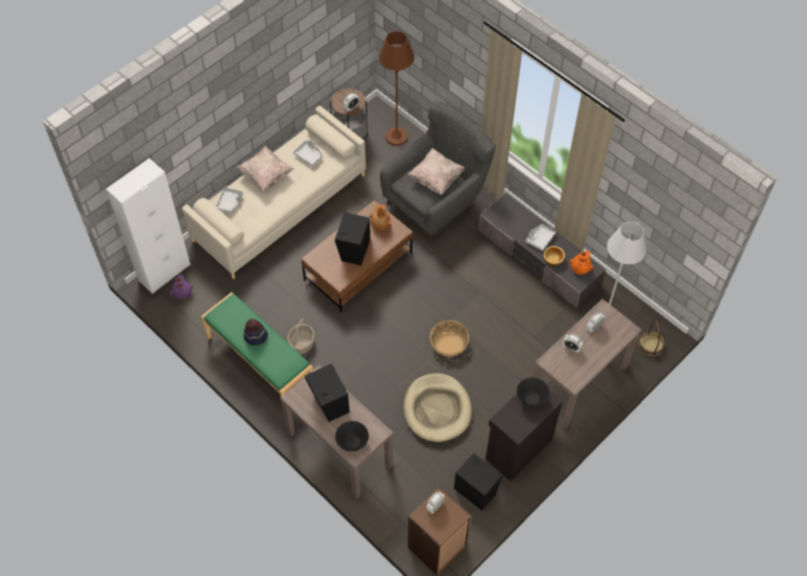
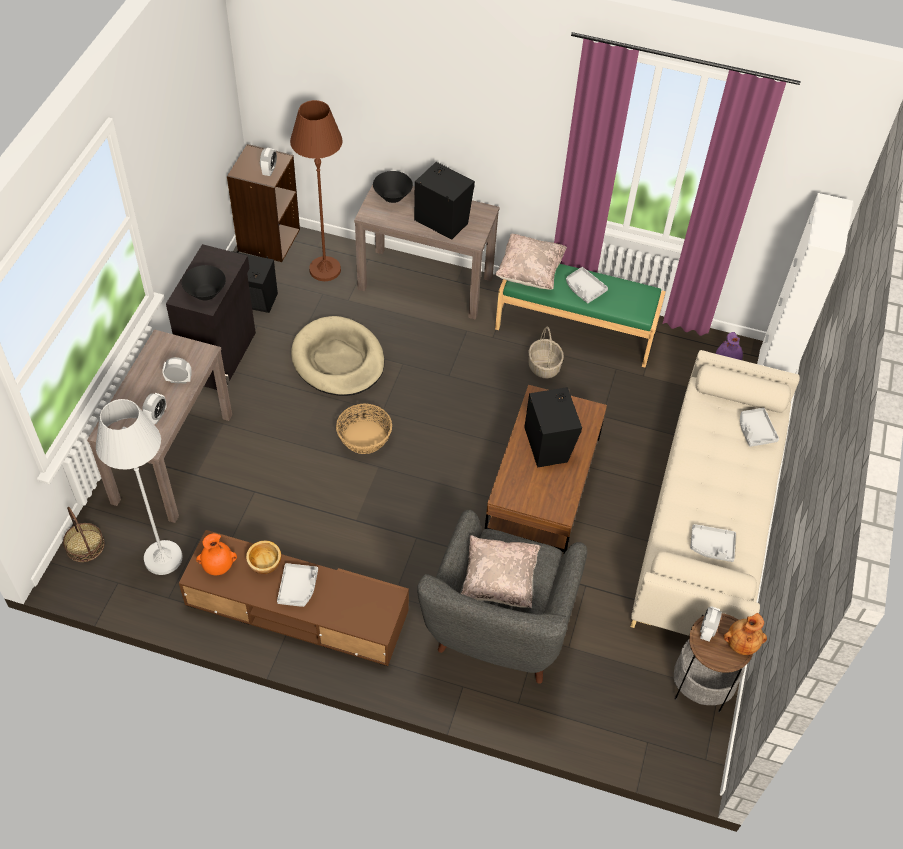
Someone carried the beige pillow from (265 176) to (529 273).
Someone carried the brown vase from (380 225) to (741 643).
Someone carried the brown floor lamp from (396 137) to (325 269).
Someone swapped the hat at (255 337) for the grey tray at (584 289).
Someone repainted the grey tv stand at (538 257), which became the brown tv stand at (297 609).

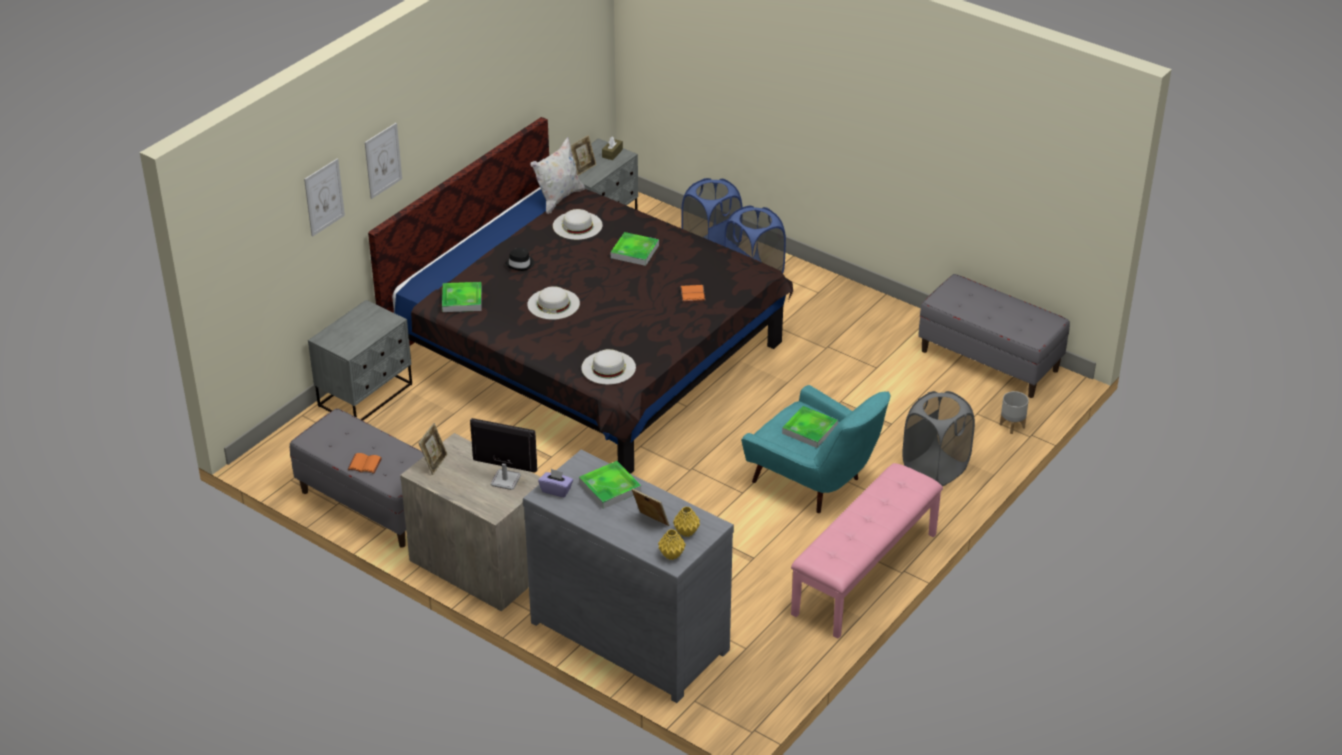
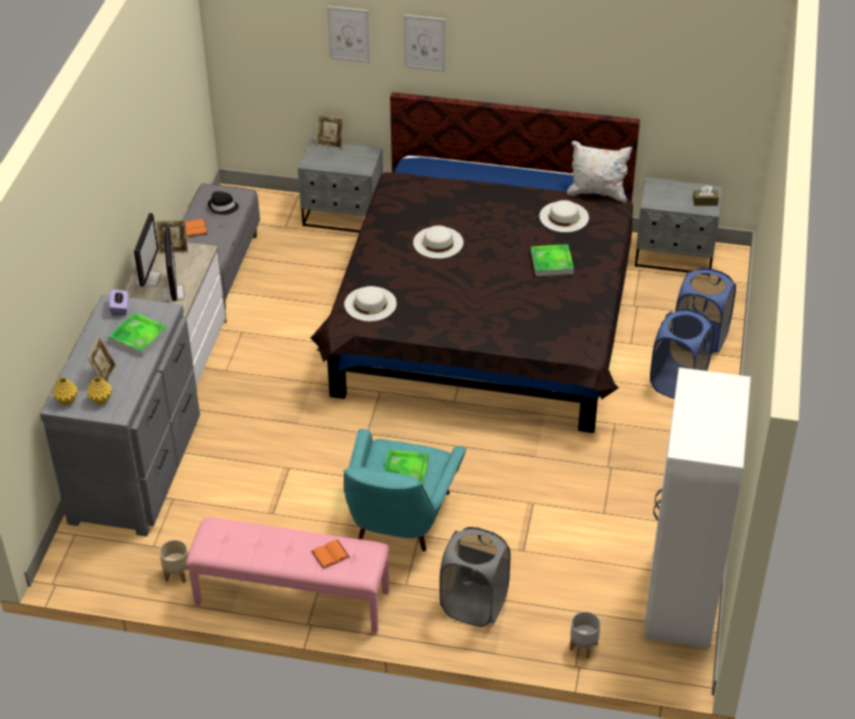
Someone took away the tray at (462 300).
Someone put down the monitor at (148 279).
Someone put down the beige planter at (177 574).
Someone carried the black hat from (520 264) to (223 207).
Someone carried the picture frame from (583 168) to (330 143).
Someone carried the orange book from (693 294) to (330 556).
Someone swapped the grey bench at (990 360) for the white wardrobe at (680 598).

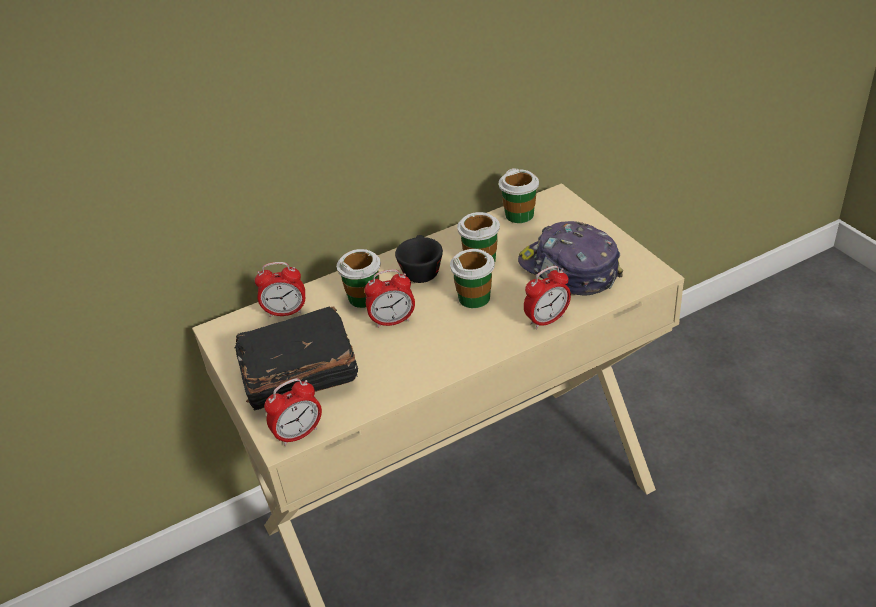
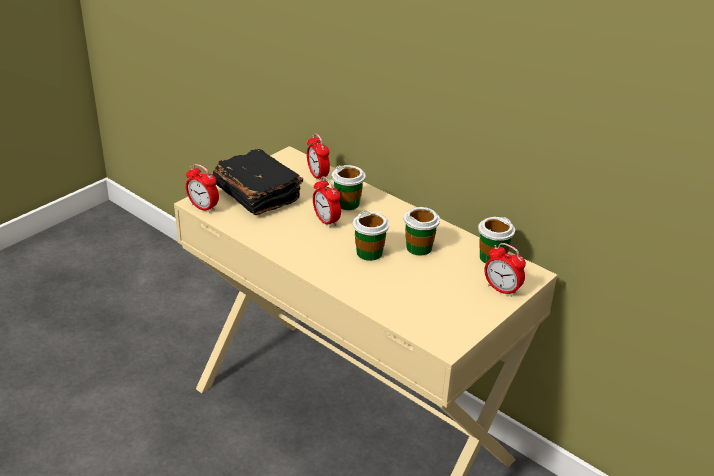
Someone took away the black cup at (420 270).
Someone took away the cap at (568 270).
Someone carried the alarm clock from (547 320) to (502 289).

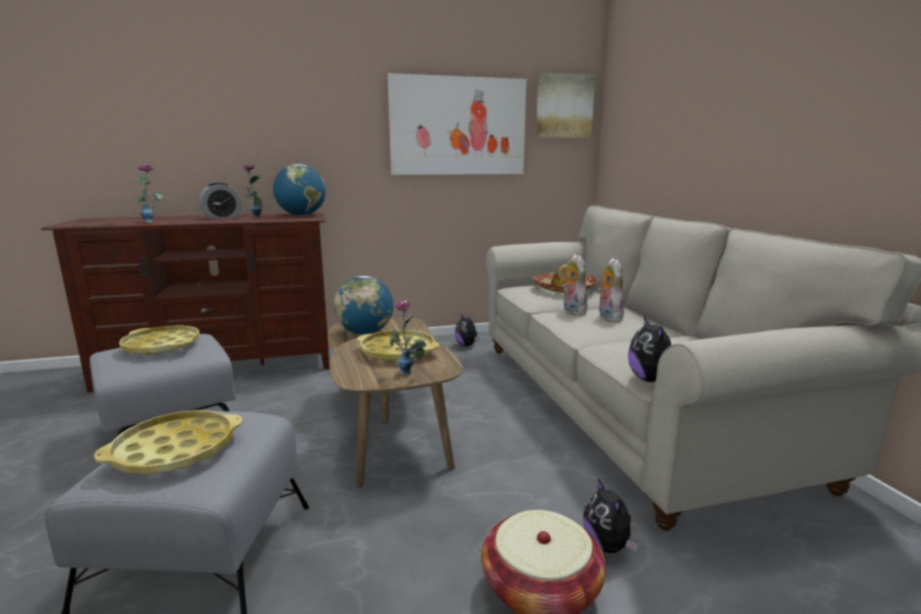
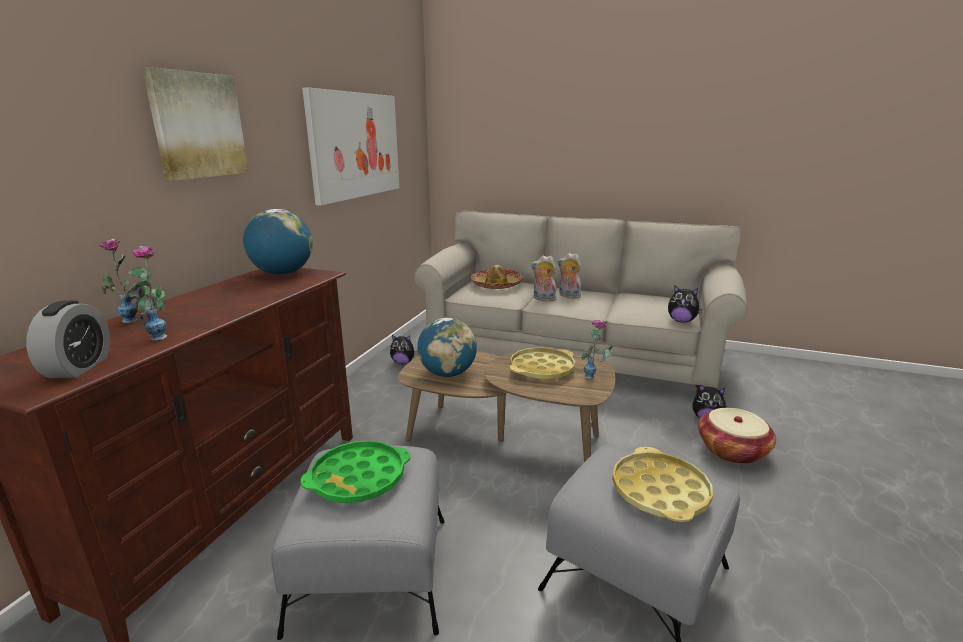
Someone carried the alarm clock from (222 217) to (79 367).
Someone carried the vase from (255 218) to (135 322).
Someone carried the picture from (564 106) to (197 125).
Someone repainted the yellow tray at (162 346), which became the green tray at (358 478).

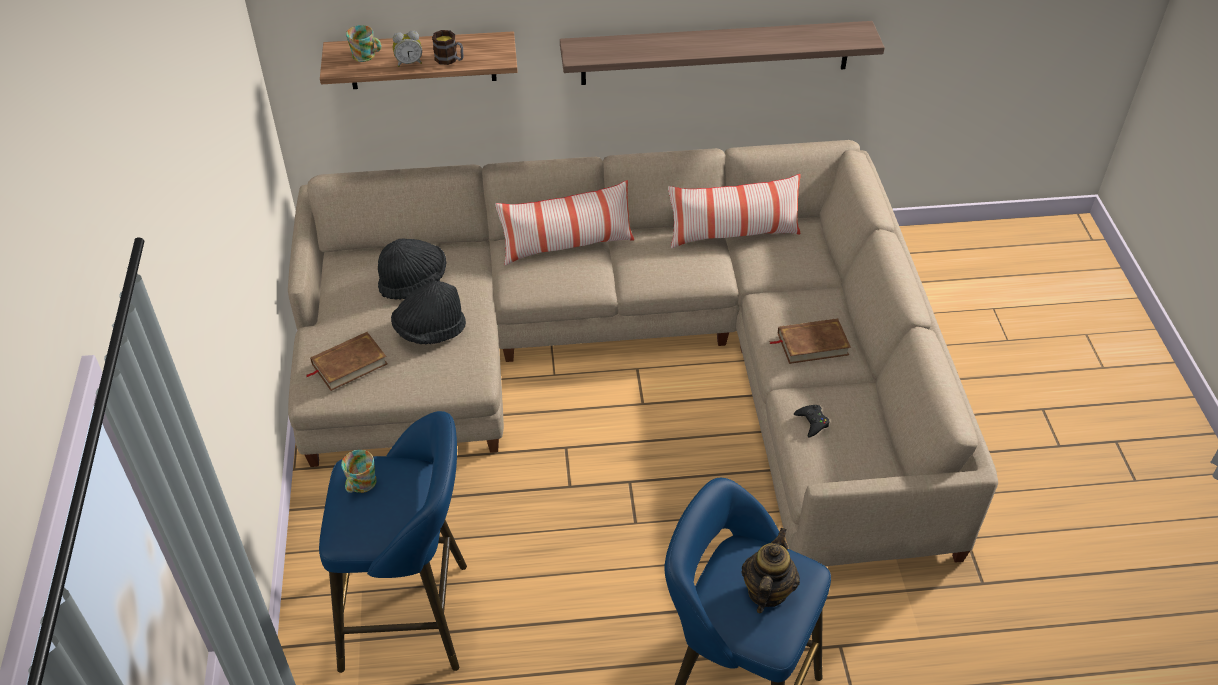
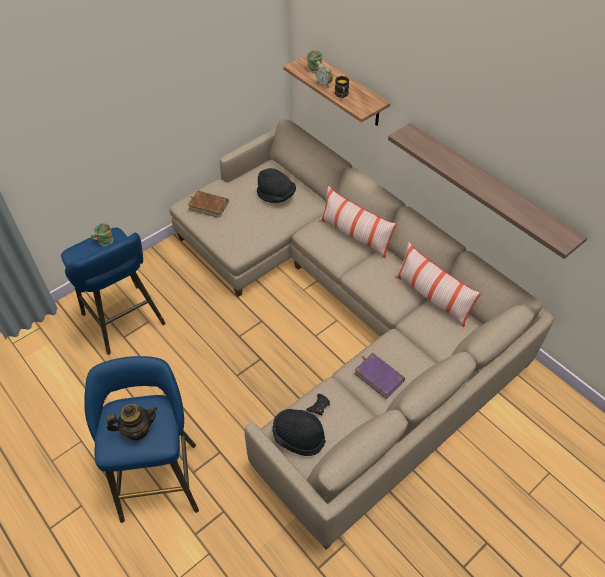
Someone carried the black hat from (430 330) to (298 437).
Someone repainted the brown book at (812 344), which became the purple book at (379 376).

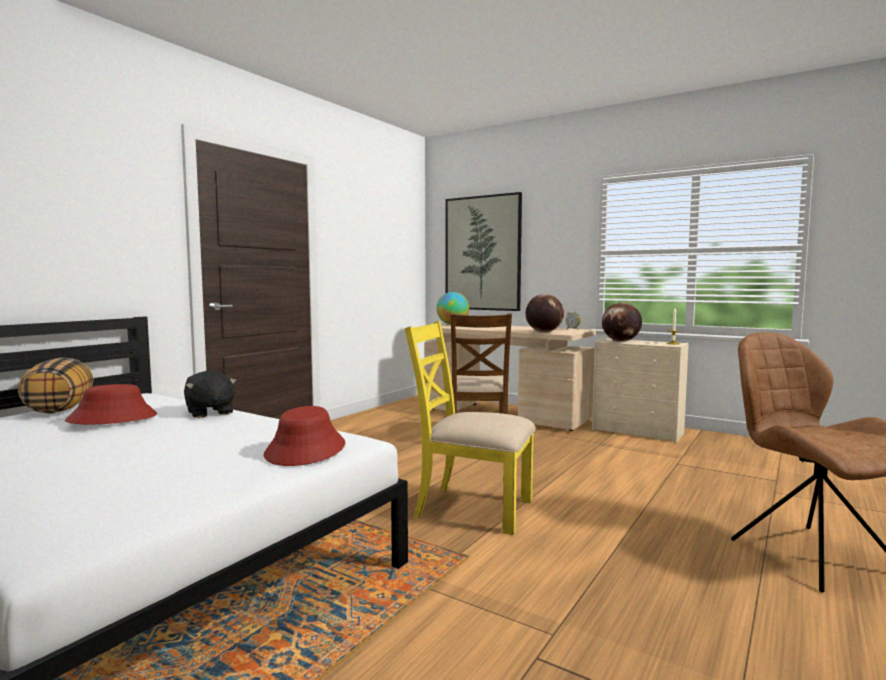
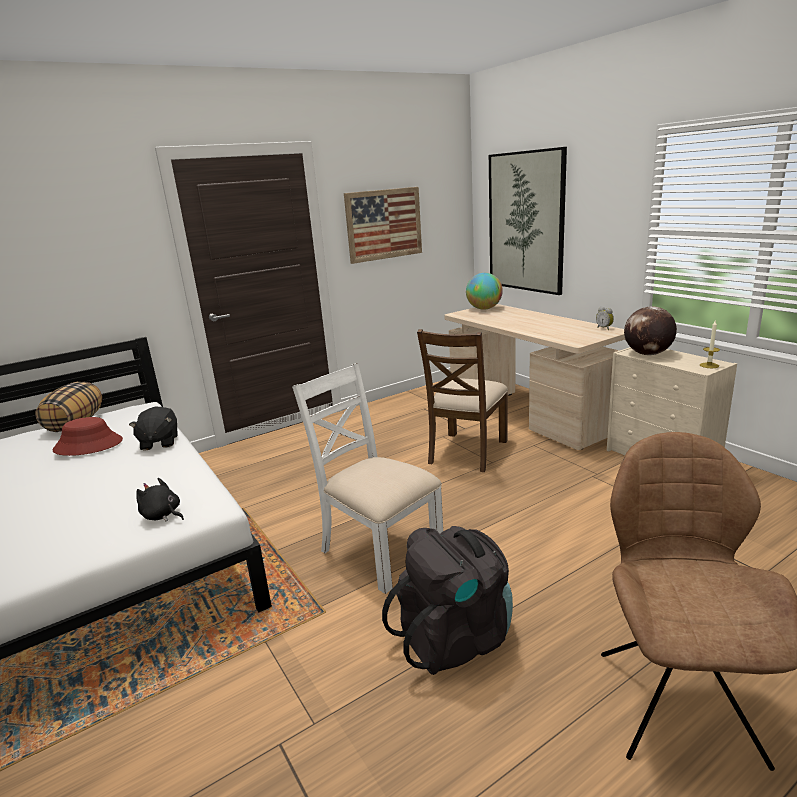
Someone took away the globe at (543 332).
Someone put up the picture at (384 224).
Someone put down the black backpack at (455 637).
Someone swapped the red hat at (306 450) for the black plush toy at (162 515).
Someone repainted the yellow chair at (472 508), which became the white chair at (379 550).

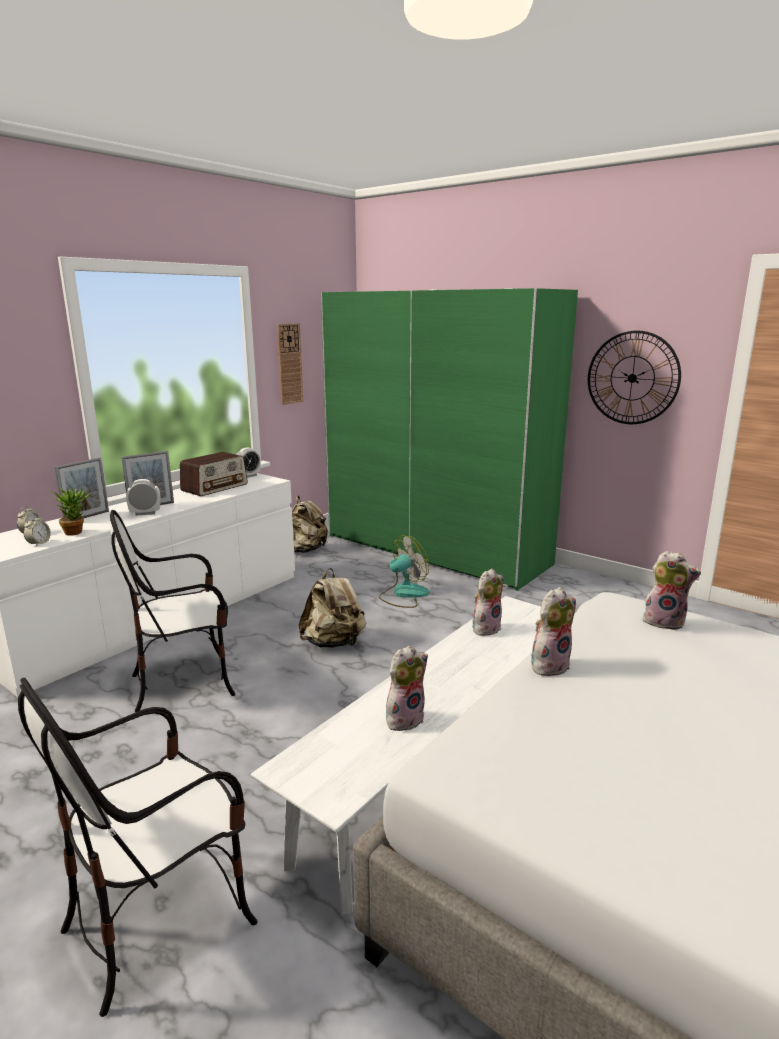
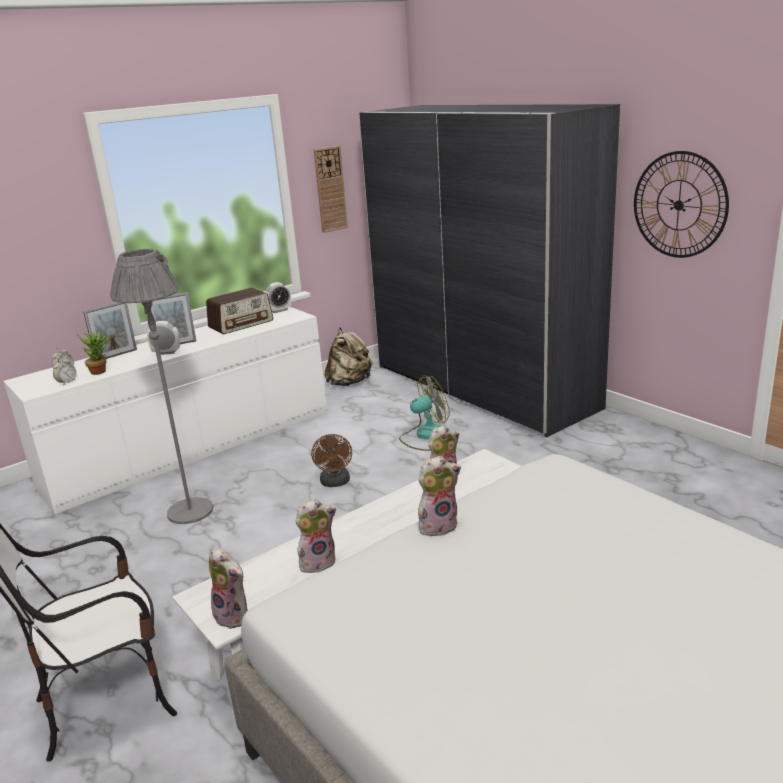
Someone carried the plush toy from (664 622) to (234 616).
Someone swapped the chair at (184 682) for the grey floor lamp at (190 511).
Someone swapped the beige backpack at (334 643) for the brown fan at (335 483).
Someone repainted the green wardrobe at (435 550), which became the grey wardrobe at (482 386).

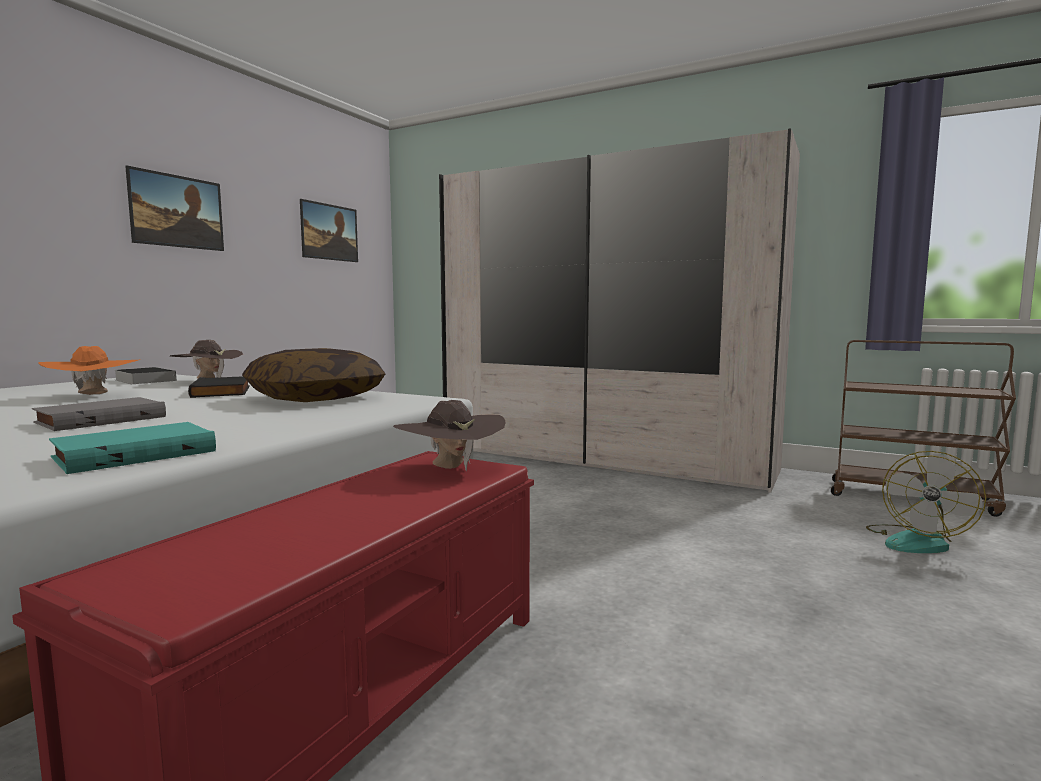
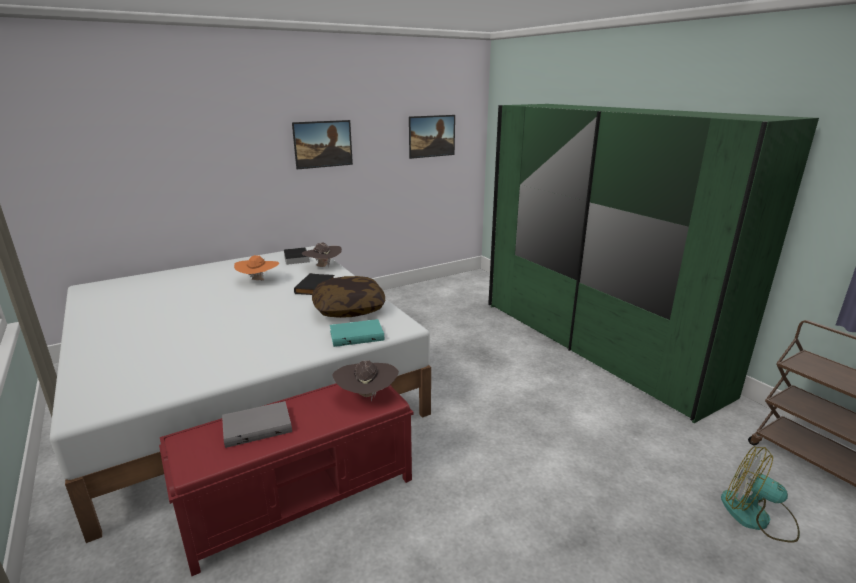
Someone carried the grey book from (101 419) to (257 426).
Someone carried the turquoise book from (135 454) to (357 335).
Someone repainted the white wardrobe at (602 459), which became the green wardrobe at (594 345).
Someone rotated the fan at (917 541) by 60 degrees clockwise.

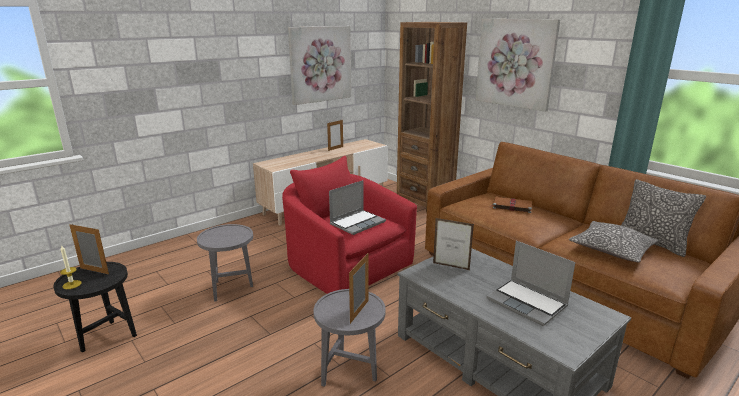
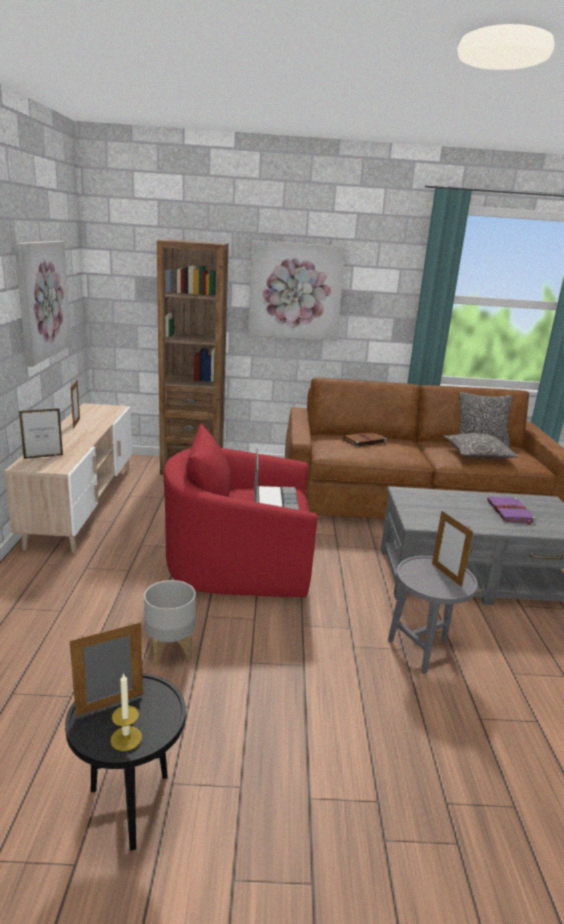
Someone carried the picture frame from (451 266) to (43 457).
Someone swapped the grey side table at (231 289) for the grey planter at (171 650).
Someone swapped the laptop at (528 303) for the purple book at (510 512).

